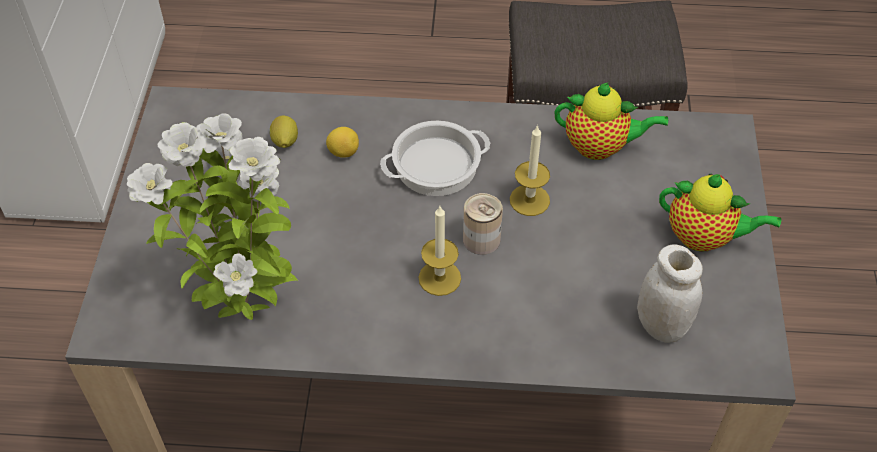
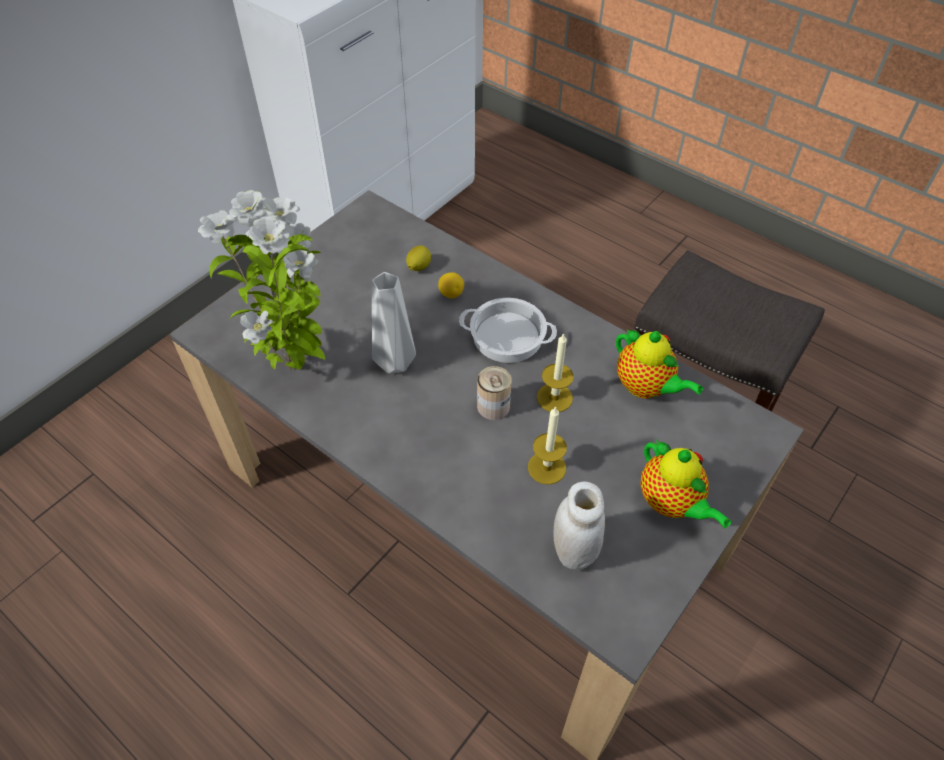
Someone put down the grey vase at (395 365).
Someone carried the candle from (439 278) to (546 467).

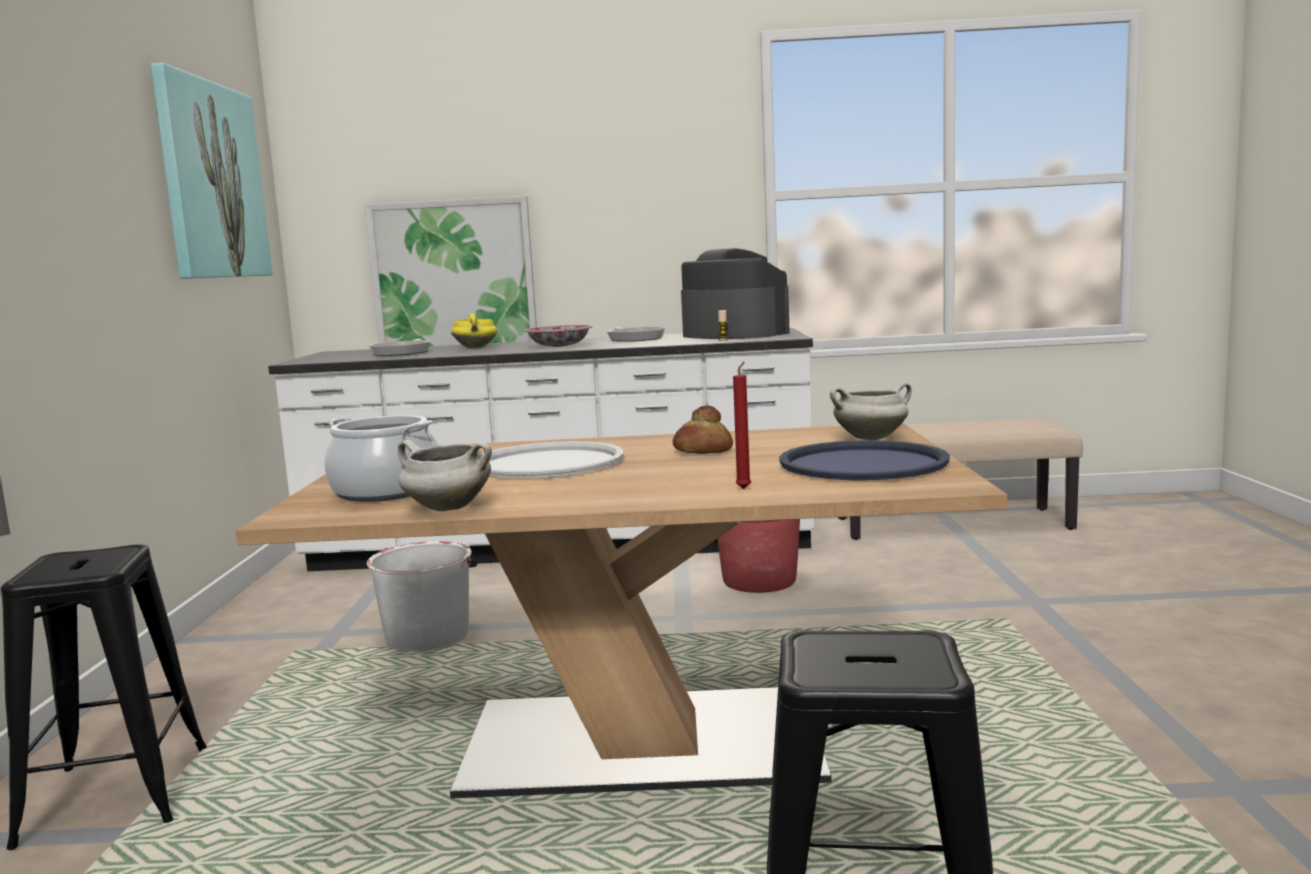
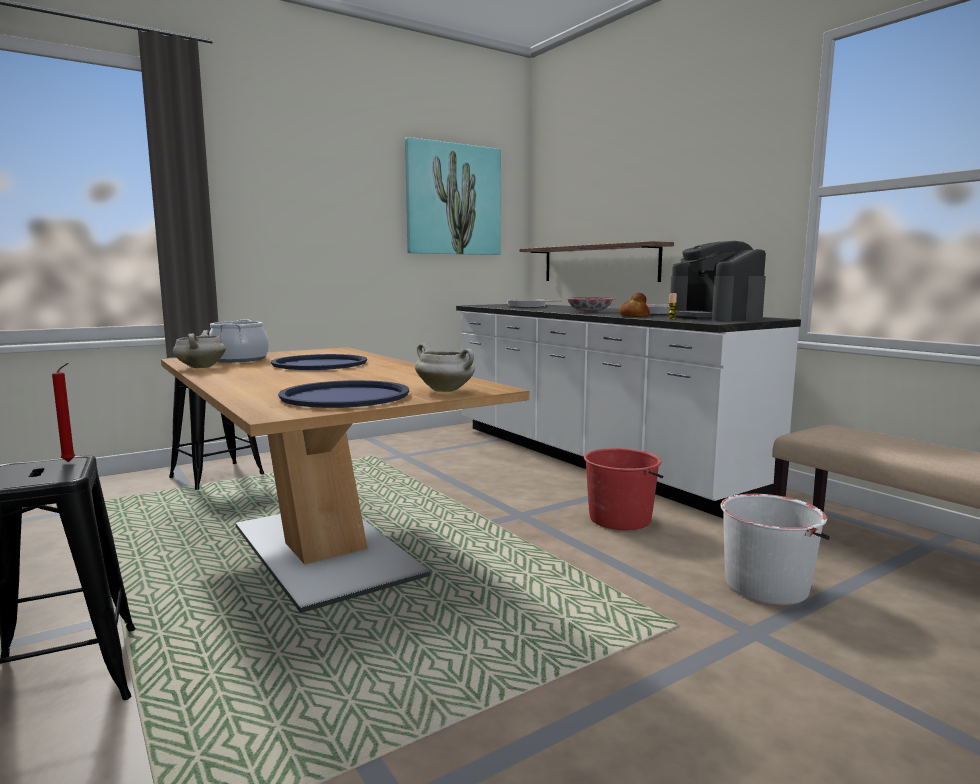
Someone took away the yellow cooking pot at (476 348).
Someone carried the white bucket from (428 636) to (767 586).
Someone carried the bread from (702 451) to (634 316).
Someone carried the red candle from (744 488) to (70 461).
Someone swapped the picture at (454 281) for the shelf at (598 263).
Someone repainted the white tray at (548 463), which became the blue tray at (319 364).
Someone rotated the coffee machine at (733 334) by 150 degrees clockwise.

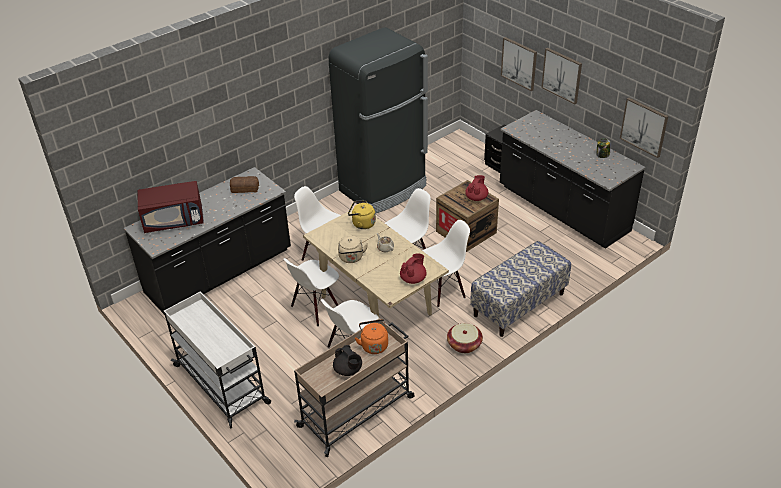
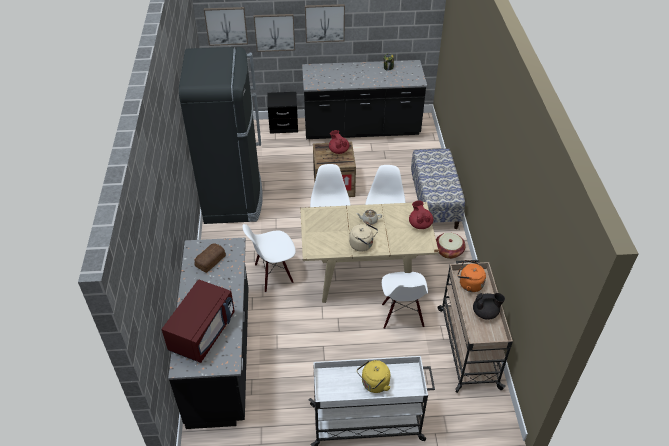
Someone took away the white chair at (315 308).
Someone carried the yellow kettle from (362 224) to (374 384).
Someone carried the picture from (644 127) to (226 26).

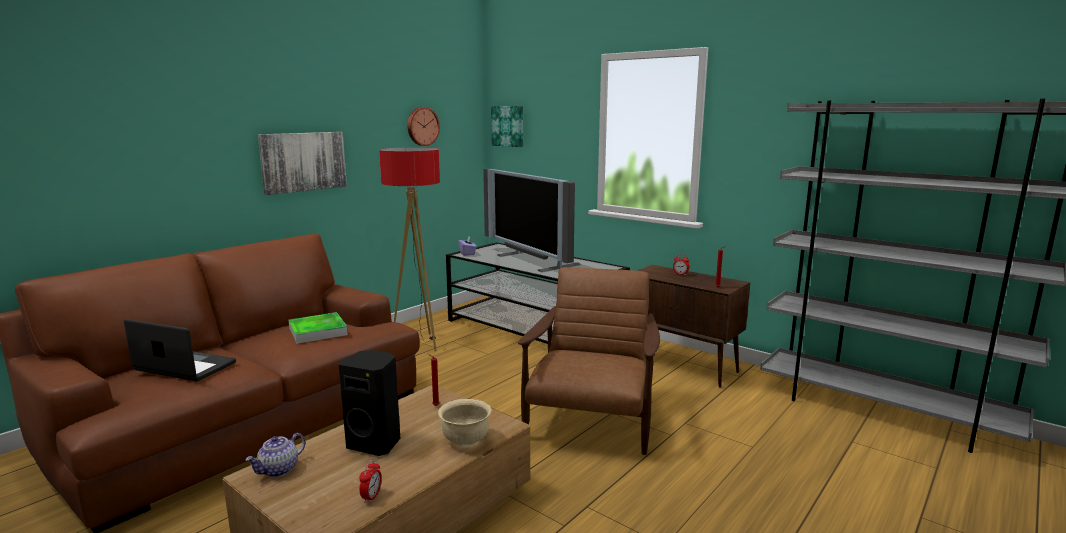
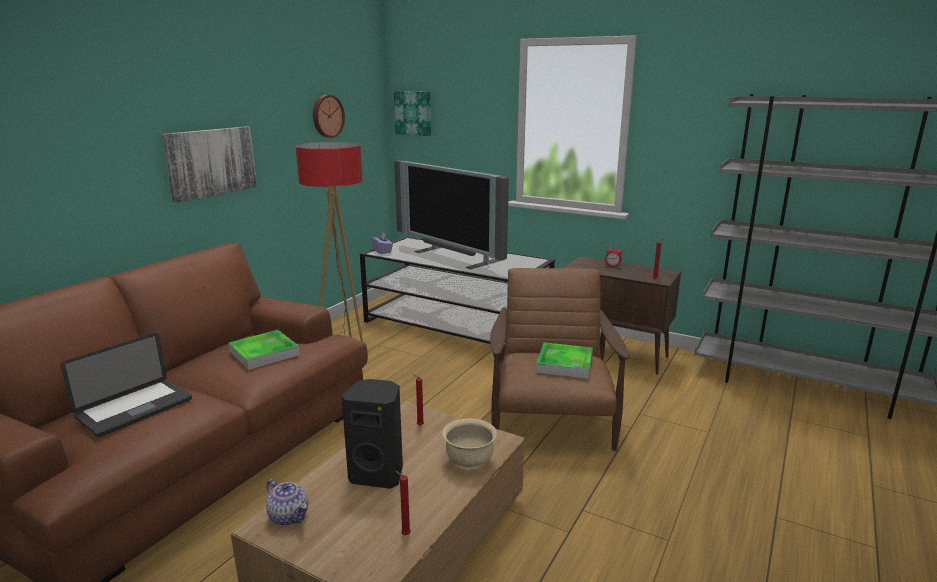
Someone put down the tray at (564 364).
Someone swapped the alarm clock at (371 497) for the red candle at (404 535).
Someone rotated the laptop at (185 367) by 120 degrees clockwise.
Someone rotated the teapot at (278 470) by 75 degrees counterclockwise.

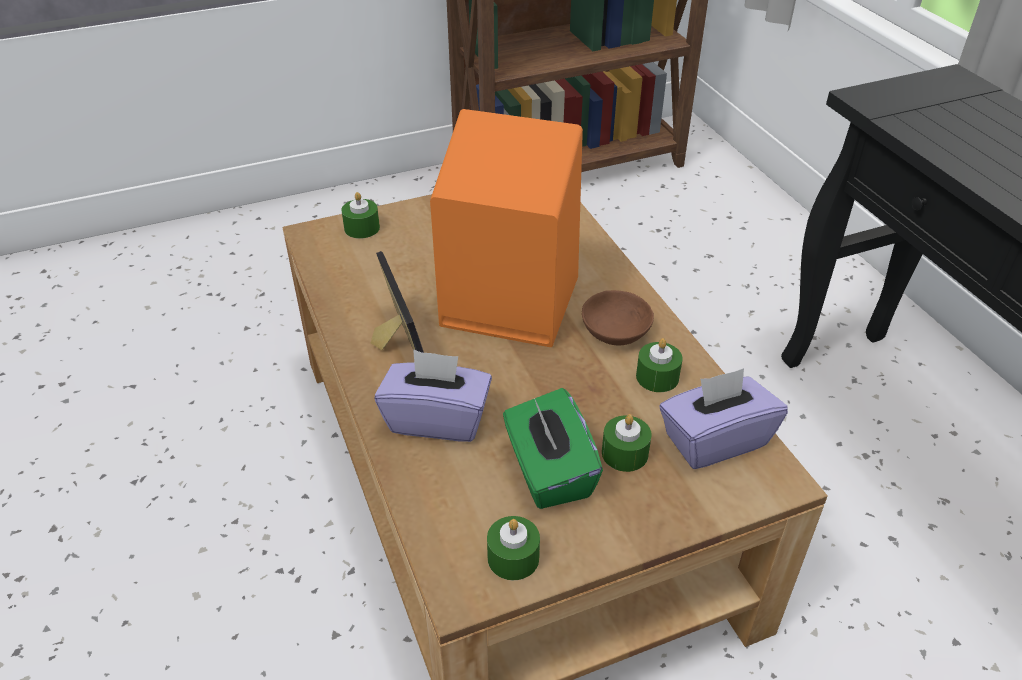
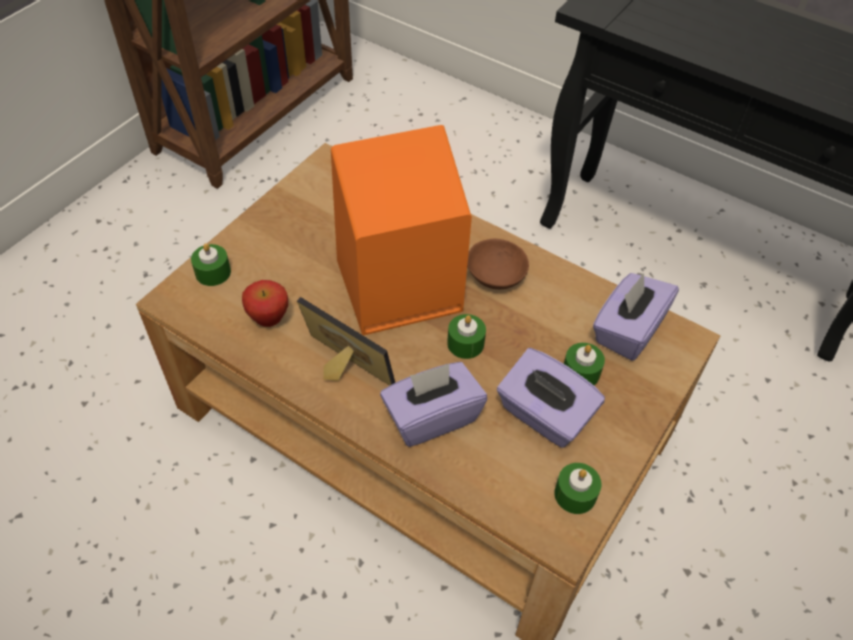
Someone put down the apple at (269 320).
Someone carried the green candle from (657 377) to (465 343).
Someone repainted the green tissue box at (548 472), which became the purple tissue box at (544 415).

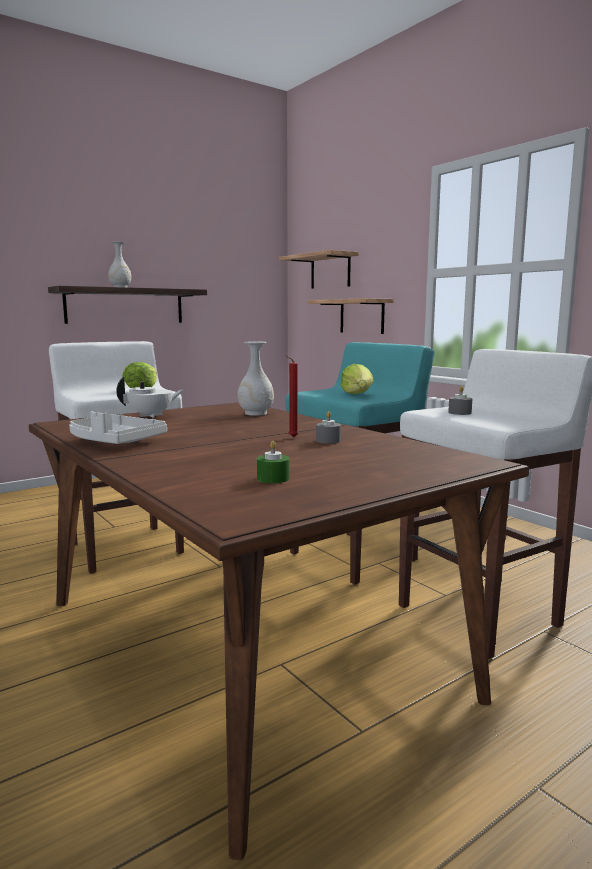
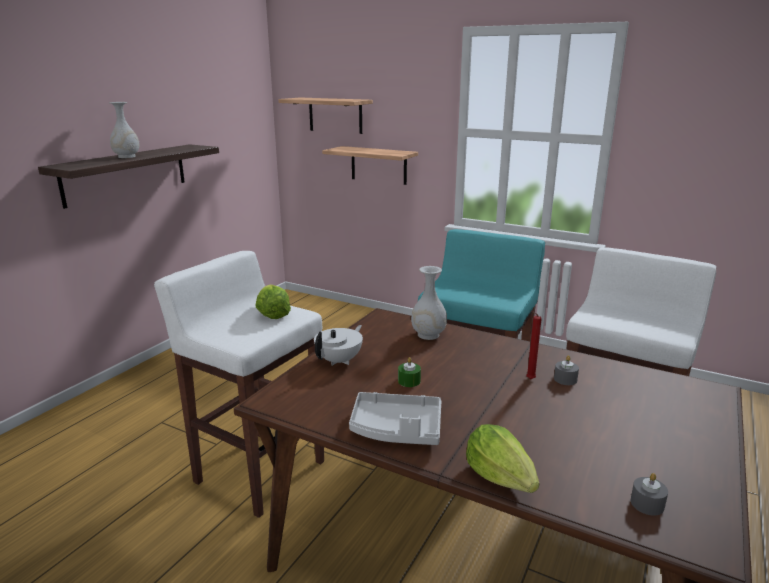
Someone carried the green candle from (273 478) to (409 381).
Someone carried the lettuce from (358 395) to (501 477).
Someone carried the grey candle from (459 413) to (647 504).

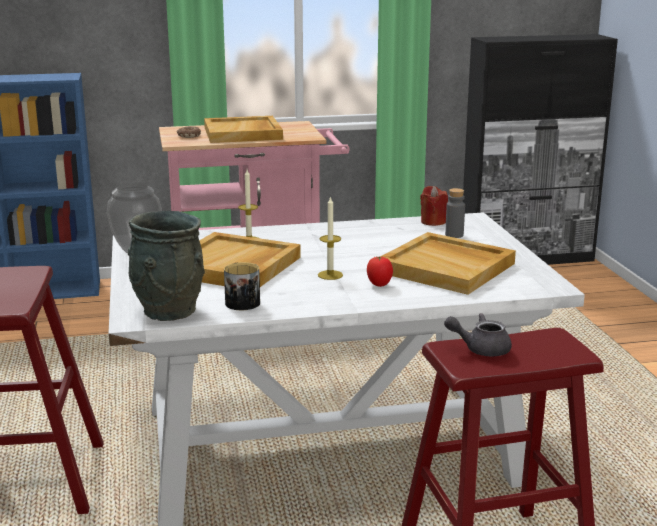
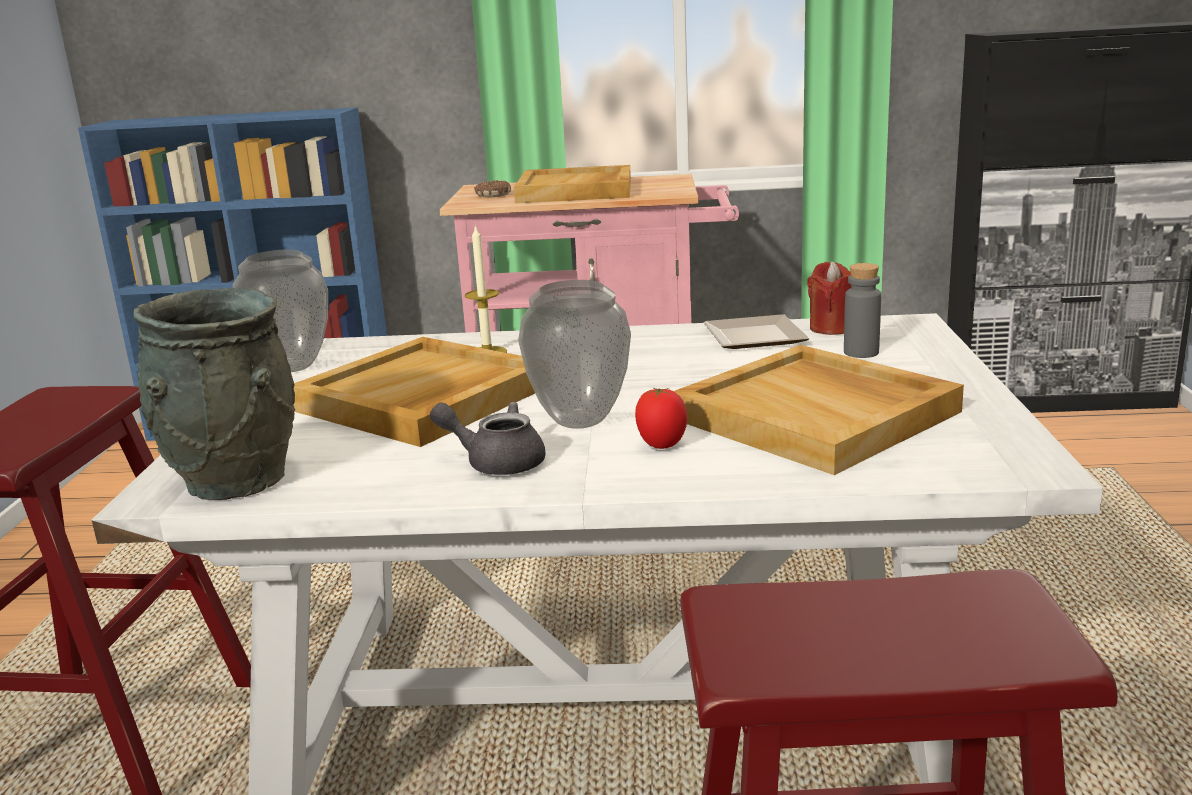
Someone took away the mug at (244 305).
Someone put down the plate at (758 338).
Someone carried the grey teapot from (480 349) to (496 462).
Someone swapped the candle at (330 275) for the vase at (581 421).

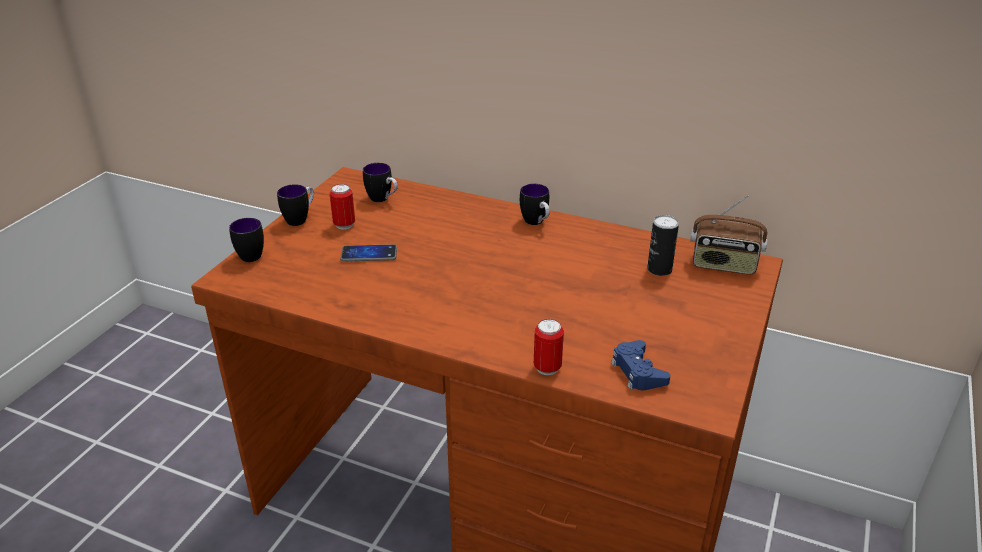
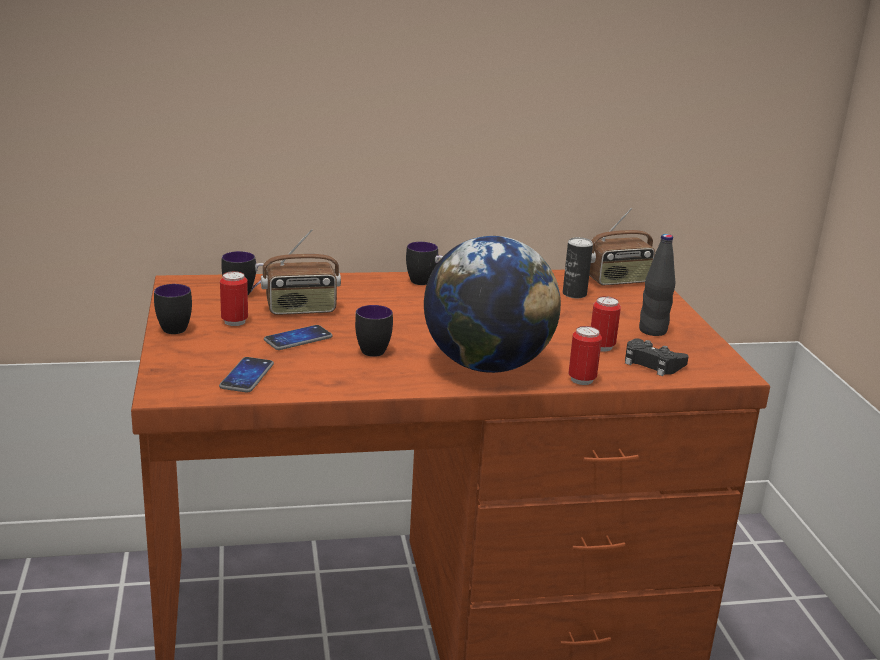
Someone put down the phone at (247 376).
Someone put down the radio at (301 310).
Someone put down the globe at (487 365).
Someone put down the can at (601 347).
Someone put down the black bottle at (653 331).
Someone carried the mug from (252 253) to (369 349).
Someone repainted the blue game controller at (638 371), which became the black game controller at (652 363).

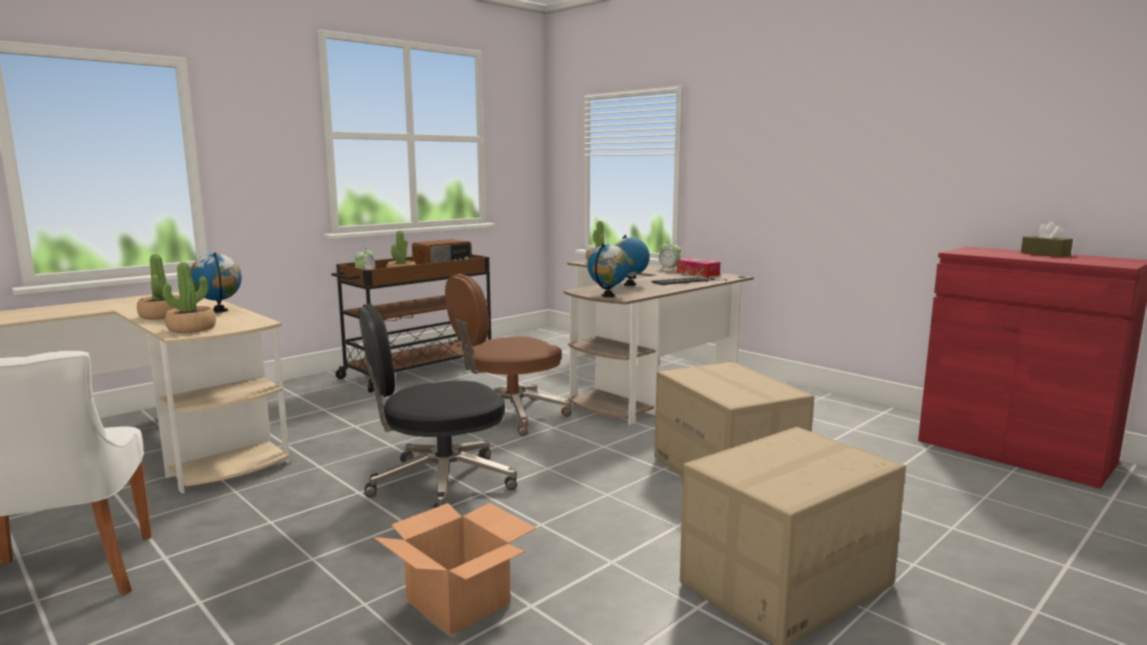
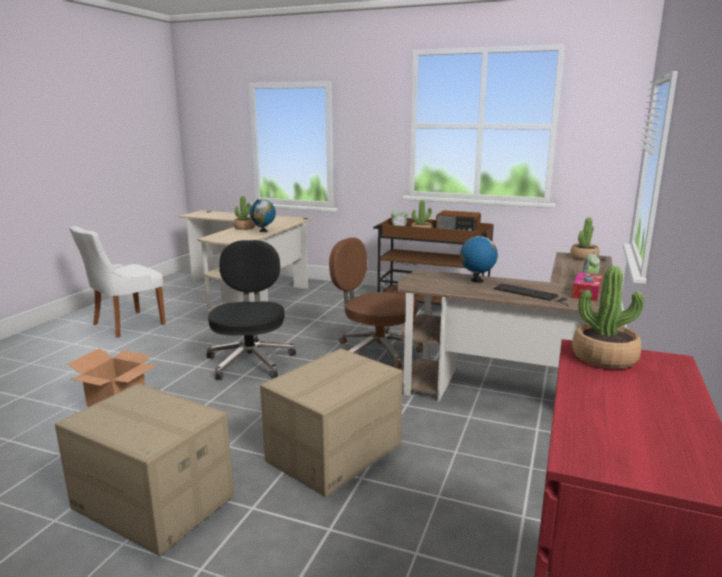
Someone took away the globe at (608 296).
Someone took away the brown tissue box at (1045 254).
Someone carried the potted plant from (192 329) to (604 358).
Someone rotated the black office chair at (439 483) by 45 degrees clockwise.

